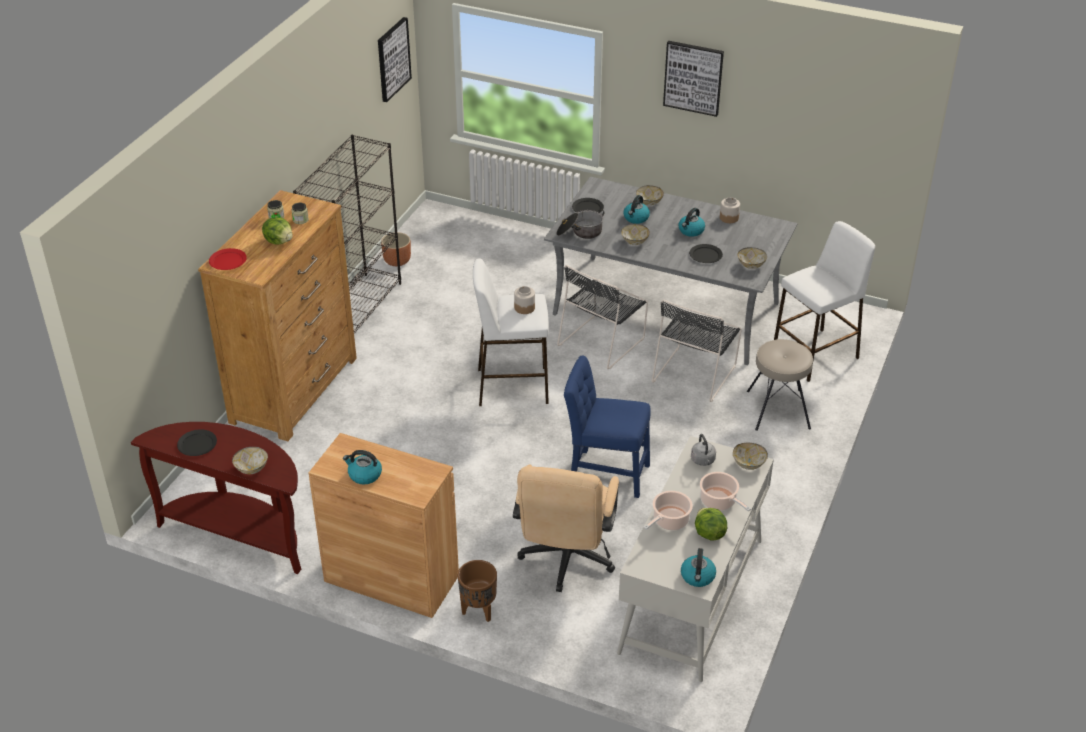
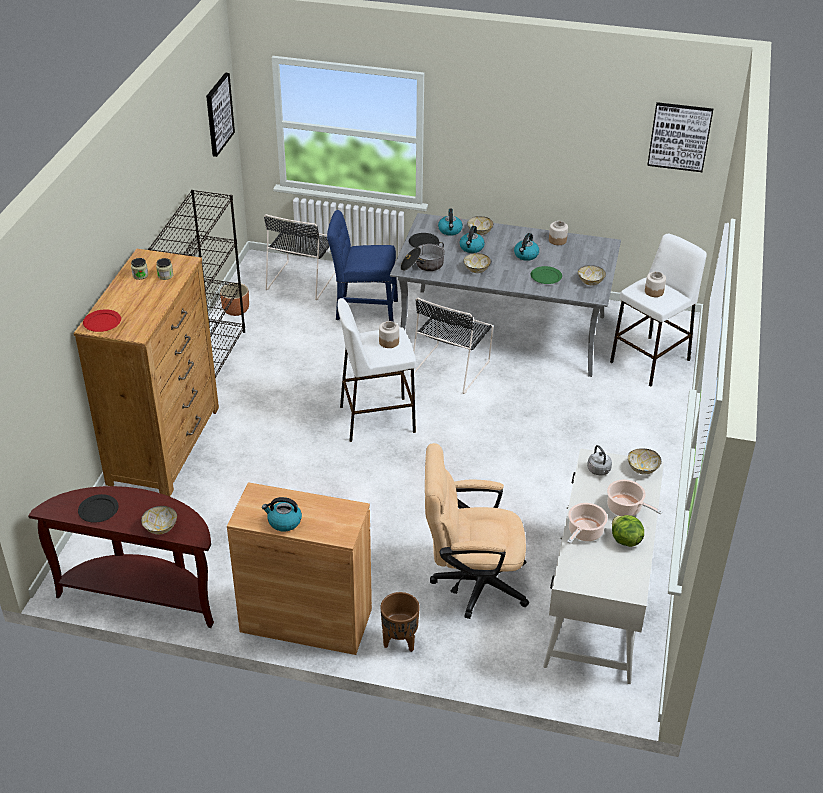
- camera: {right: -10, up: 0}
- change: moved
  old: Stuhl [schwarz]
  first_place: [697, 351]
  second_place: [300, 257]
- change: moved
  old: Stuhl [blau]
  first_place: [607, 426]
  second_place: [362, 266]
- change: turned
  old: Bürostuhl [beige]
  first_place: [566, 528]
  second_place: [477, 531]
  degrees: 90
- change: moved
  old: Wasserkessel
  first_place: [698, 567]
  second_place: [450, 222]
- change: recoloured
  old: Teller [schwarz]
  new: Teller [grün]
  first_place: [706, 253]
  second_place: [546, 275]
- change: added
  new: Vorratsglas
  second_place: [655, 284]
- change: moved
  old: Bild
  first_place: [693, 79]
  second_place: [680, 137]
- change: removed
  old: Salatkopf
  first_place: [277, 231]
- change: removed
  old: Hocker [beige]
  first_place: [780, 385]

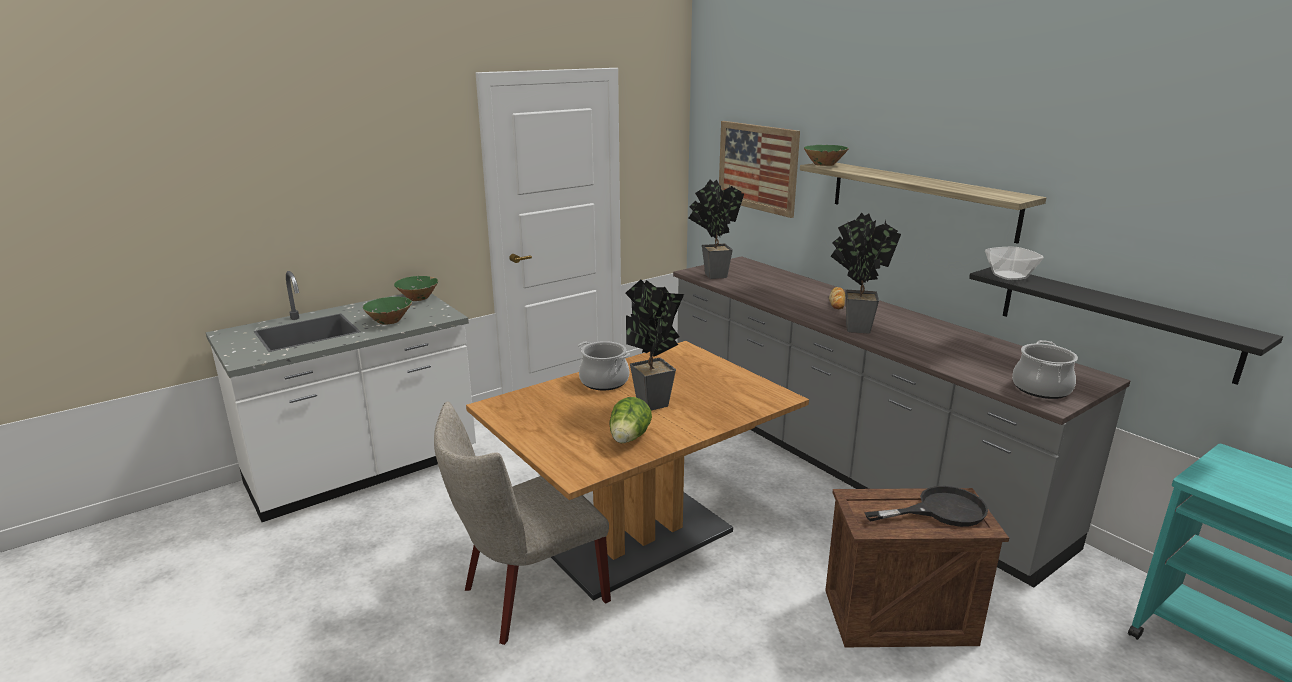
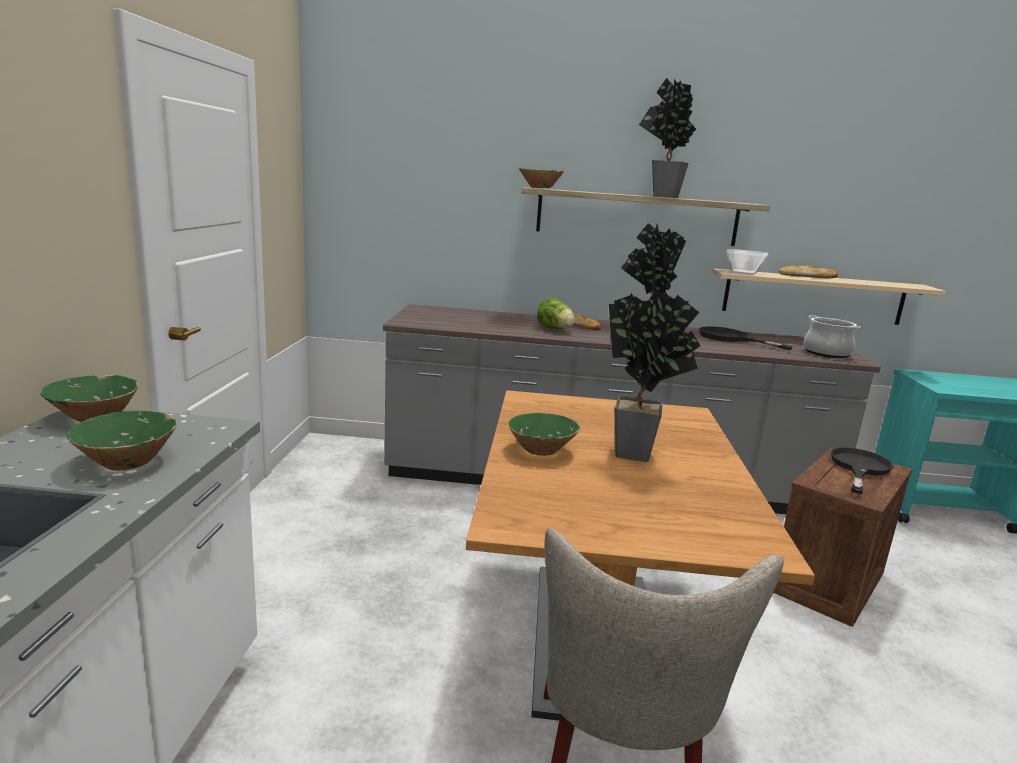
- camera: {right: -50, up: -5}
- change: replaced
  old: Kochtopf
  new: Schüssel [grün]
  first_place: [604, 365]
  second_place: [544, 434]
- change: moved
  old: Salatkopf
  first_place: [630, 420]
  second_place: [556, 313]
- change: moved
  old: Topfpflanze
  first_place: [716, 229]
  second_place: [667, 138]
- change: added
  new: Pfanne [schwarz]
  second_place: [746, 338]
- change: recoloured
  old: Wandregal [schwarz]
  new: Wandregal [beige]
  first_place: [1126, 326]
  second_place: [829, 297]
- change: added
  new: Brot
  second_place: [808, 271]
- change: removed
  old: Bild
  first_place: [759, 169]

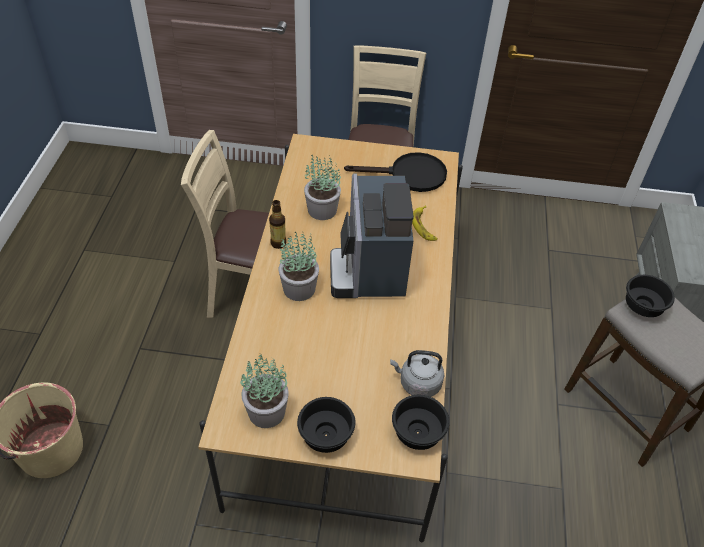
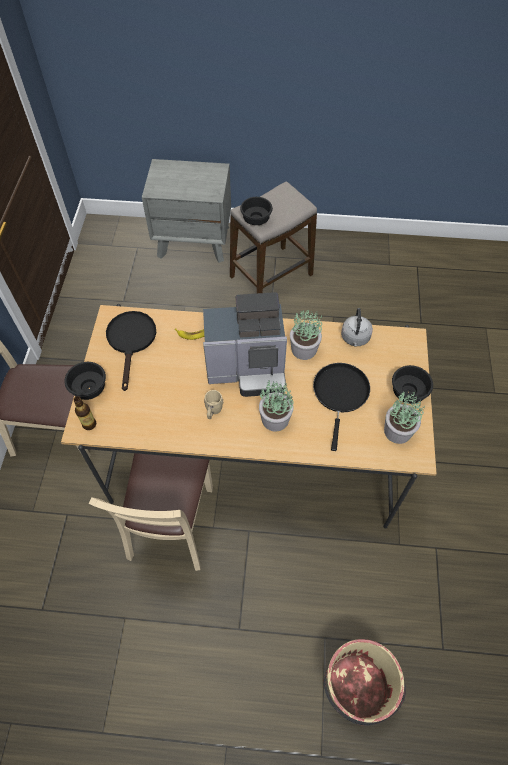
- camera: {right: -90, up: 10}
- change: moved
  old: Schüssel [schwarz]
  first_place: [421, 422]
  second_place: [85, 381]
- change: moved
  old: Flasche
  first_place: [277, 224]
  second_place: [84, 413]
- change: added
  new: Henkelbecher [beige]
  second_place: [213, 404]
- change: moved
  old: Topfpflanze
  first_place: [322, 187]
  second_place: [306, 335]
- change: added
  new: Pfanne [schwarz]
  second_place: [341, 407]

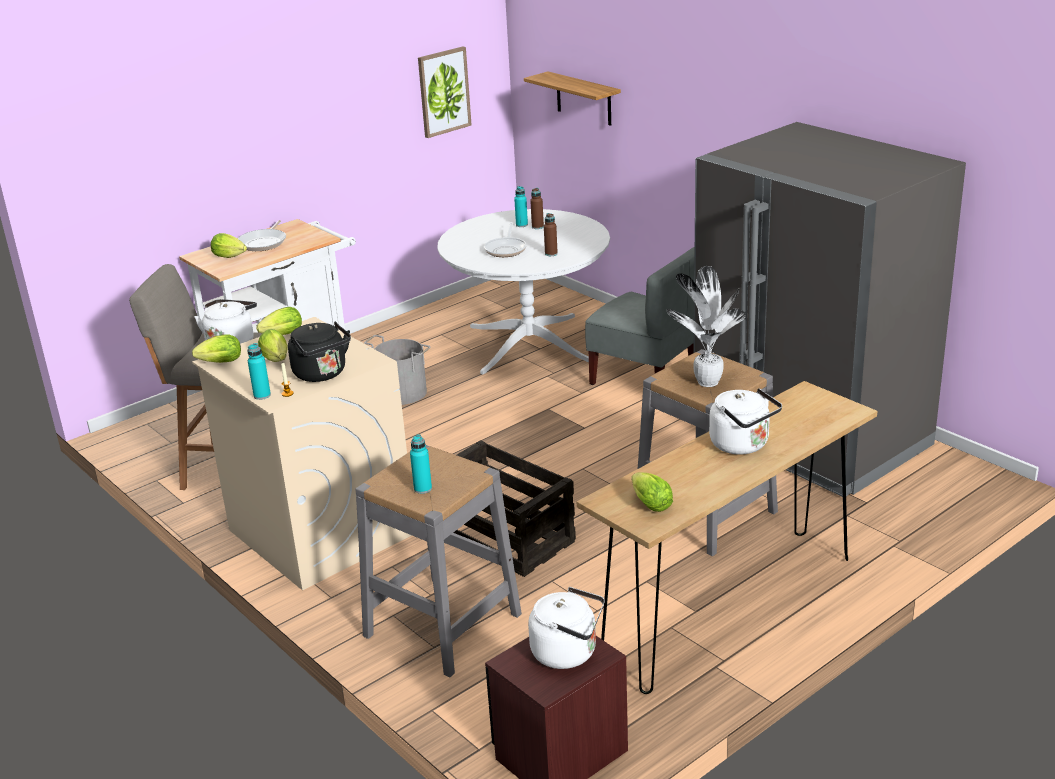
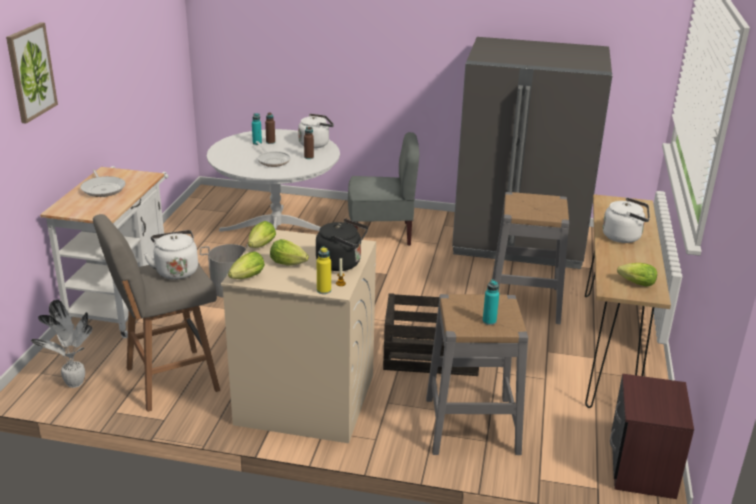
- camera: {right: -40, up: 0}
- change: moved
  old: Bild
  first_place: [445, 92]
  second_place: [32, 73]
- change: moved
  old: Topfpflanze
  first_place: [706, 326]
  second_place: [62, 344]
- change: moved
  old: Wasserkessel [weiß]
  first_place: [566, 628]
  second_place: [316, 131]
- change: recoloured
  old: Flasche [türkis]
  new: Flasche [gelb]
  first_place: [259, 371]
  second_place: [324, 270]
- change: removed
  old: Salatkopf
  first_place: [229, 245]
- change: removed
  old: Wandregal
  first_place: [572, 98]

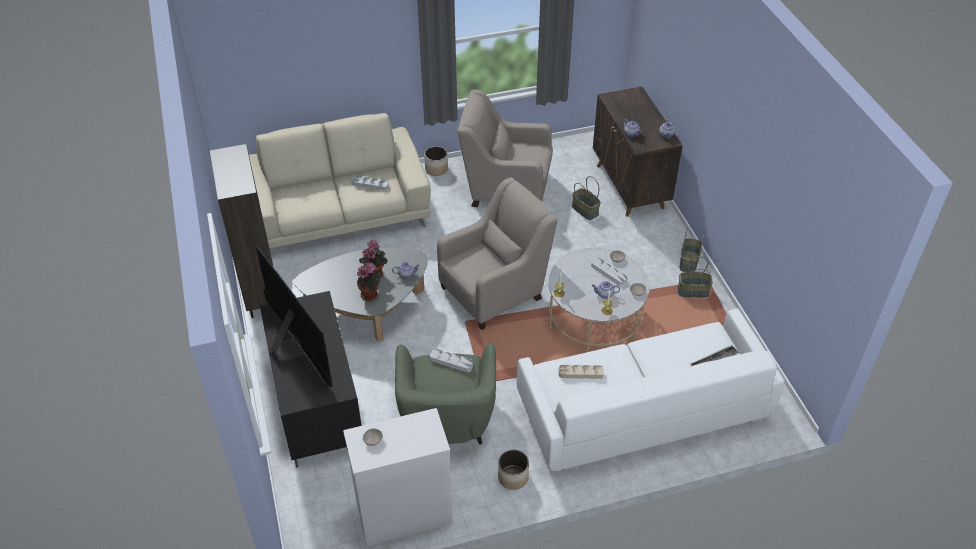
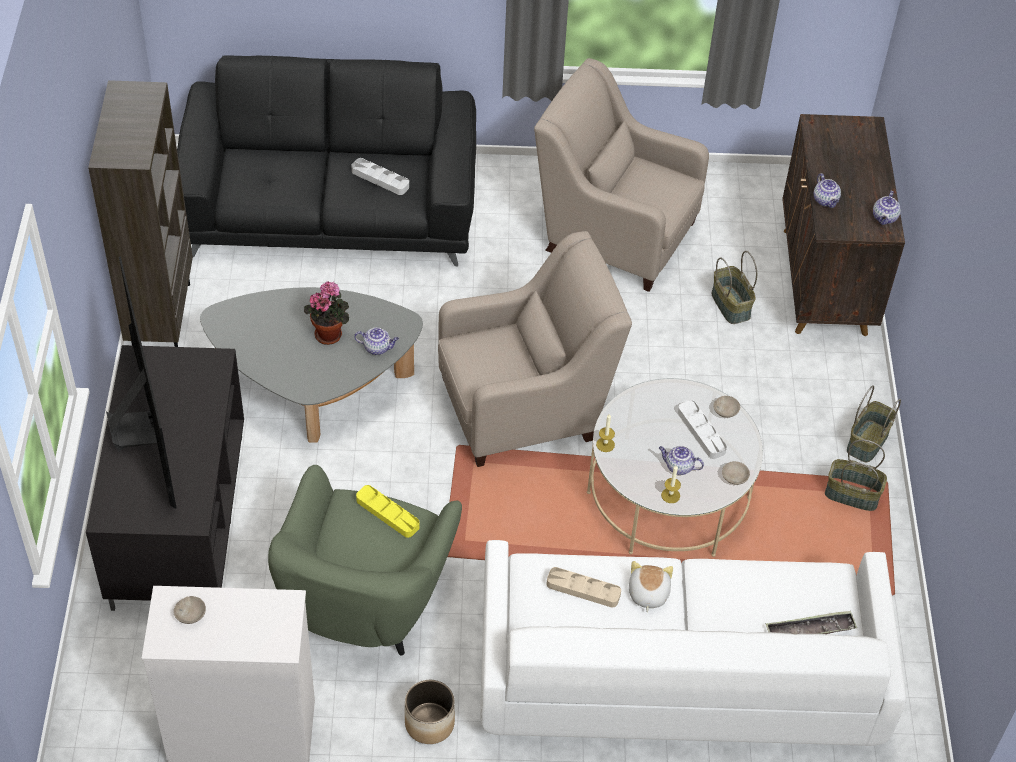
- camera: {right: 15, up: 5}
- change: recoloured
  old: Sofa [beige]
  new: Sofa [schwarz]
  first_place: [340, 182]
  second_place: [326, 161]
- change: recoloured
  old: Tablett [grau]
  new: Tablett [gelb]
  first_place: [451, 360]
  second_place: [387, 511]
- change: added
  new: Plüschtier
  second_place: [651, 586]
- change: removed
  old: Topfpflanze
  first_place: [369, 281]
- change: removed
  old: Pflanzkübel
  first_place: [436, 161]

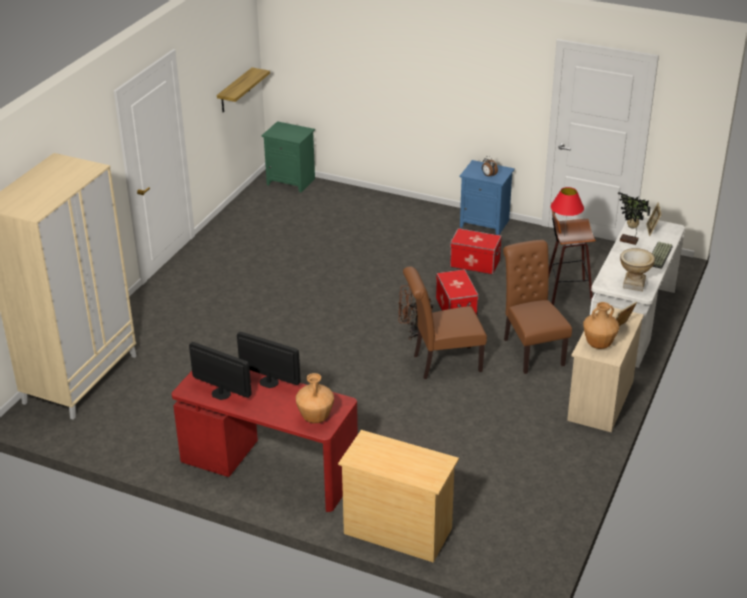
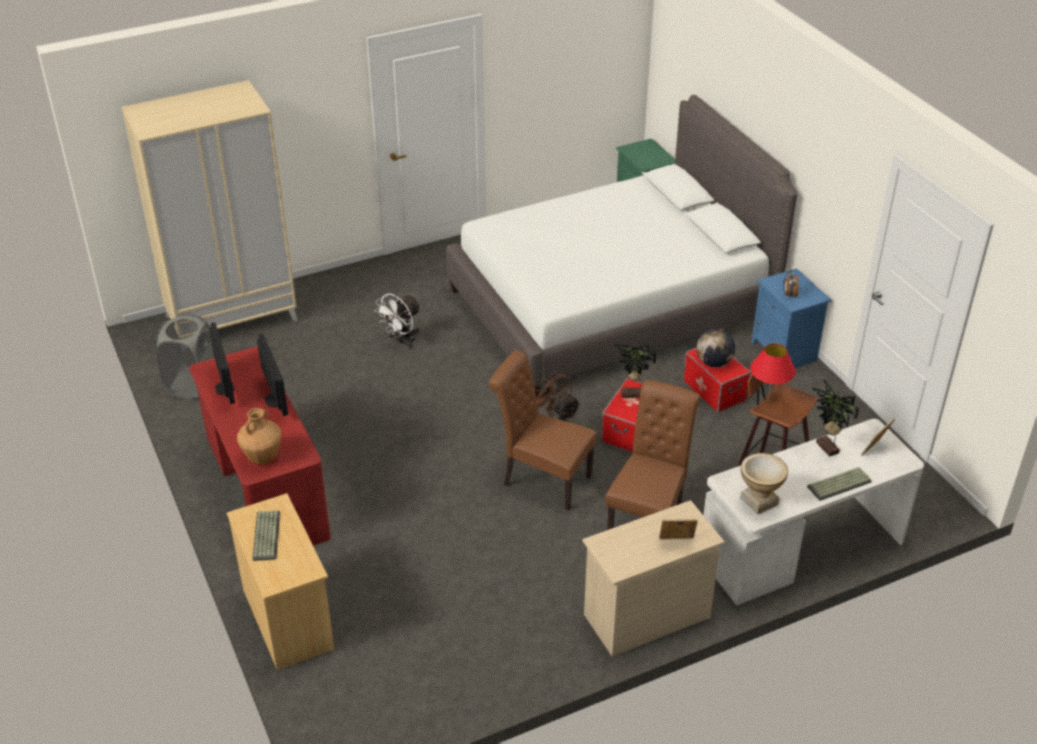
- camera: {right: 40, up: 5}
- change: added
  new: Wäschekorb [grau]
  second_place: [185, 356]
- change: added
  new: Tastatur
  second_place: [266, 535]
- change: added
  new: Ventilator [weiß]
  second_place: [397, 321]
- change: added
  new: Bett [weiß]
  second_place: [621, 245]
- change: added
  new: Topfpflanze
  second_place: [635, 370]
- change: added
  new: Globus
  second_place: [715, 348]
- change: removed
  old: Wandregal
  first_place: [243, 89]
- change: removed
  old: Vase [braun]
  first_place: [601, 325]

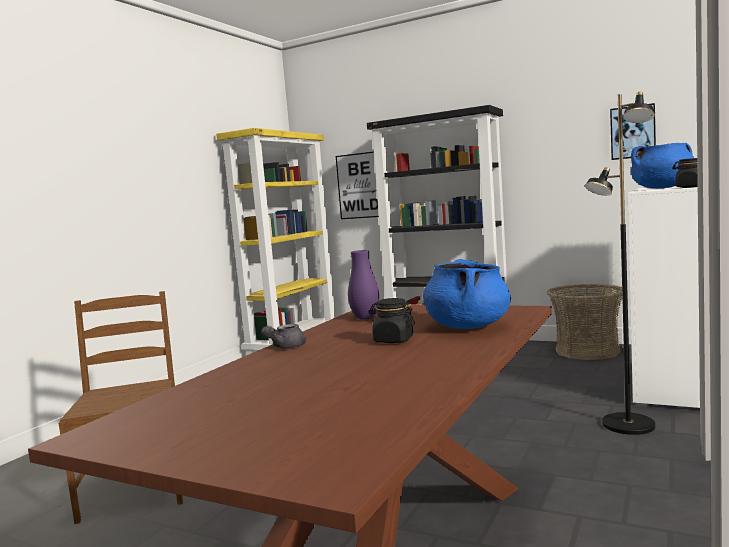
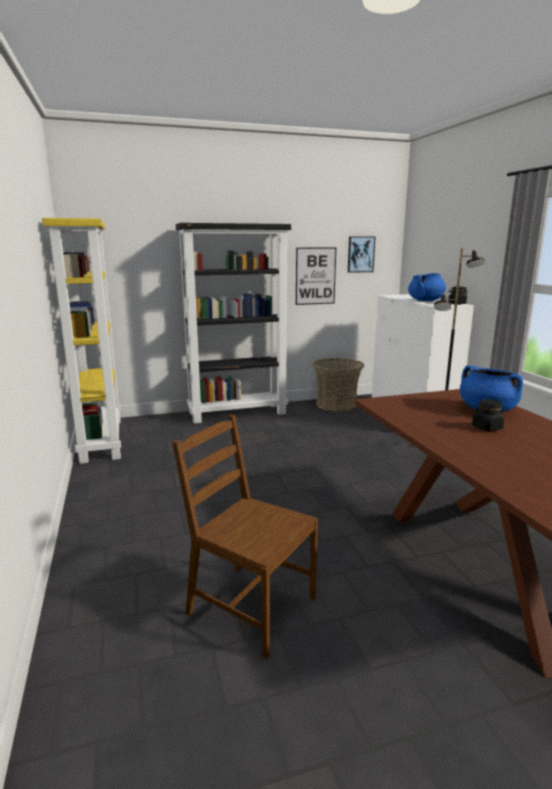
- camera: {right: -45, up: 10}
- change: moved
  old: Bild
  first_place: [357, 185]
  second_place: [316, 276]
- change: removed
  old: Teekanne [grau]
  first_place: [283, 336]
- change: removed
  old: Vase [lila]
  first_place: [363, 285]

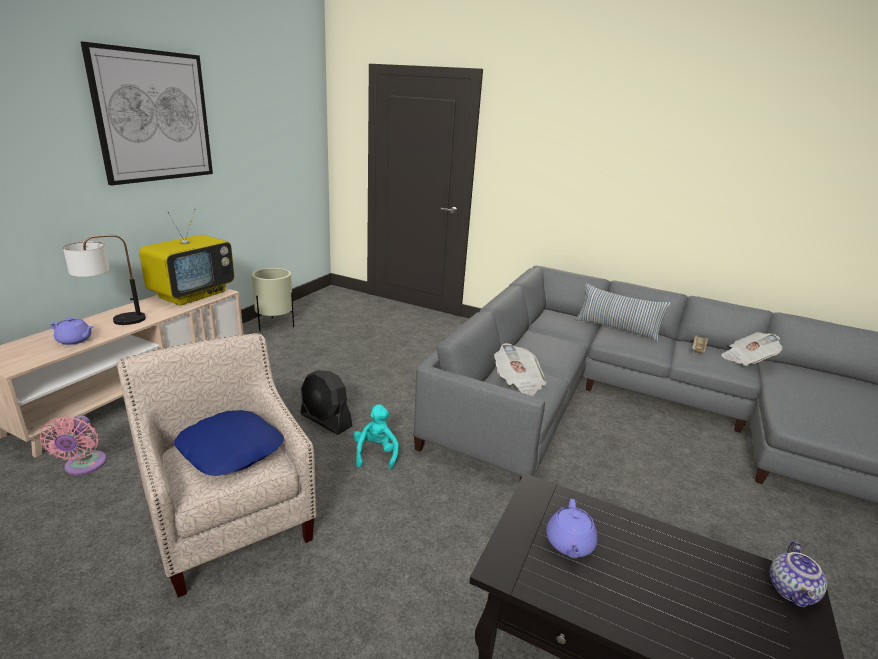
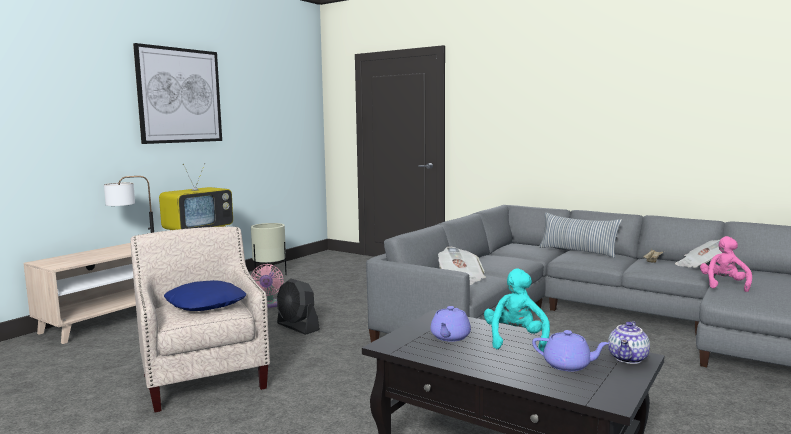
- camera: {right: 10, up: -15}
- change: moved
  old: Ventilator [rosa]
  first_place: [73, 445]
  second_place: [267, 286]
- change: moved
  old: Plüschtier [türkis]
  first_place: [376, 437]
  second_place: [517, 310]
- change: moved
  old: Teekanne [lila]
  first_place: [72, 331]
  second_place: [571, 351]
- change: added
  new: Plüschtier [rosa]
  second_place: [726, 264]

